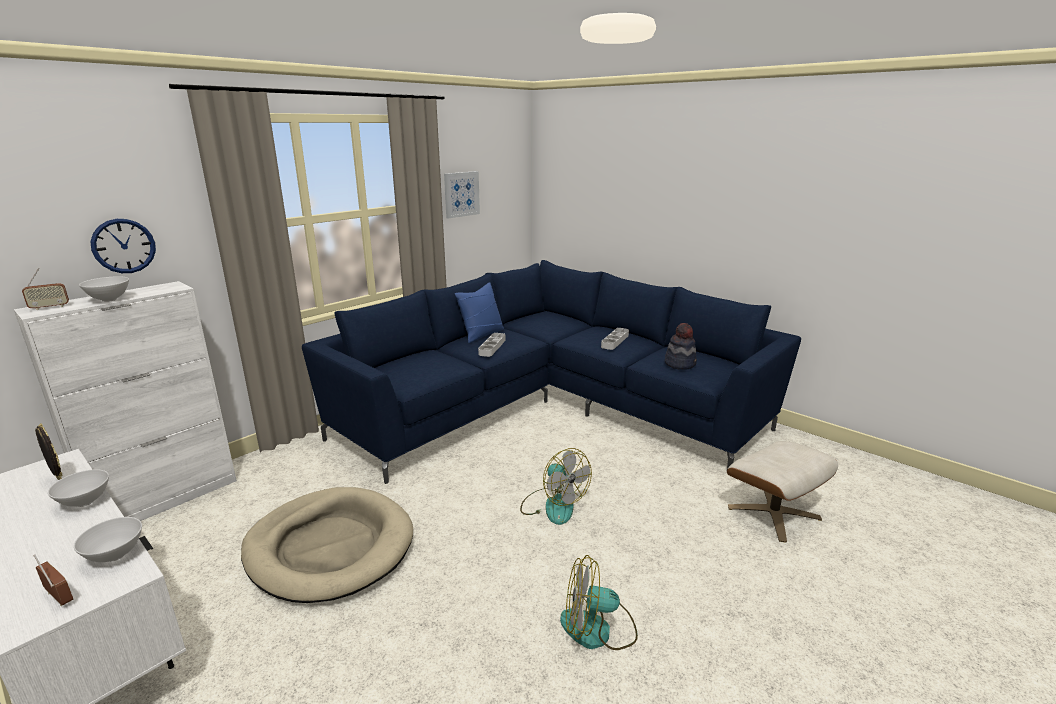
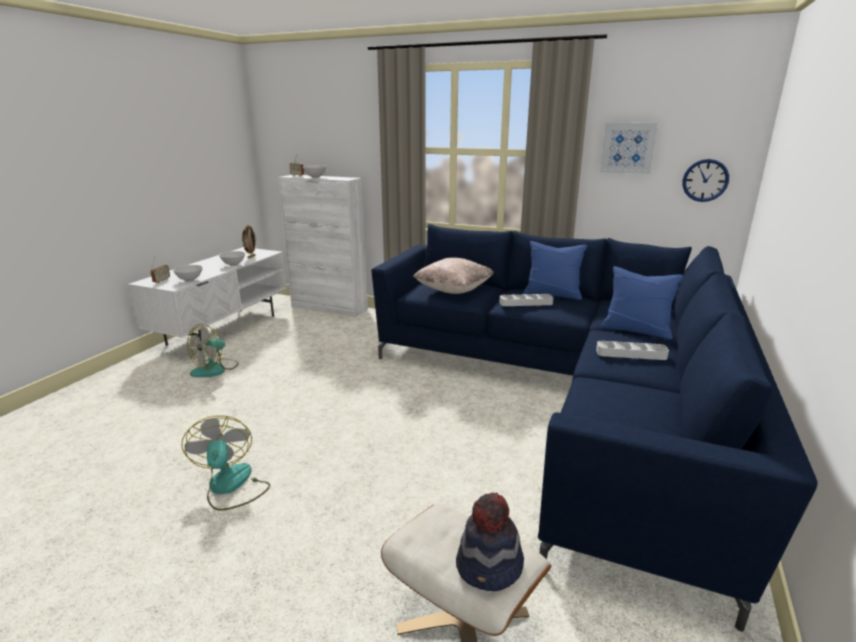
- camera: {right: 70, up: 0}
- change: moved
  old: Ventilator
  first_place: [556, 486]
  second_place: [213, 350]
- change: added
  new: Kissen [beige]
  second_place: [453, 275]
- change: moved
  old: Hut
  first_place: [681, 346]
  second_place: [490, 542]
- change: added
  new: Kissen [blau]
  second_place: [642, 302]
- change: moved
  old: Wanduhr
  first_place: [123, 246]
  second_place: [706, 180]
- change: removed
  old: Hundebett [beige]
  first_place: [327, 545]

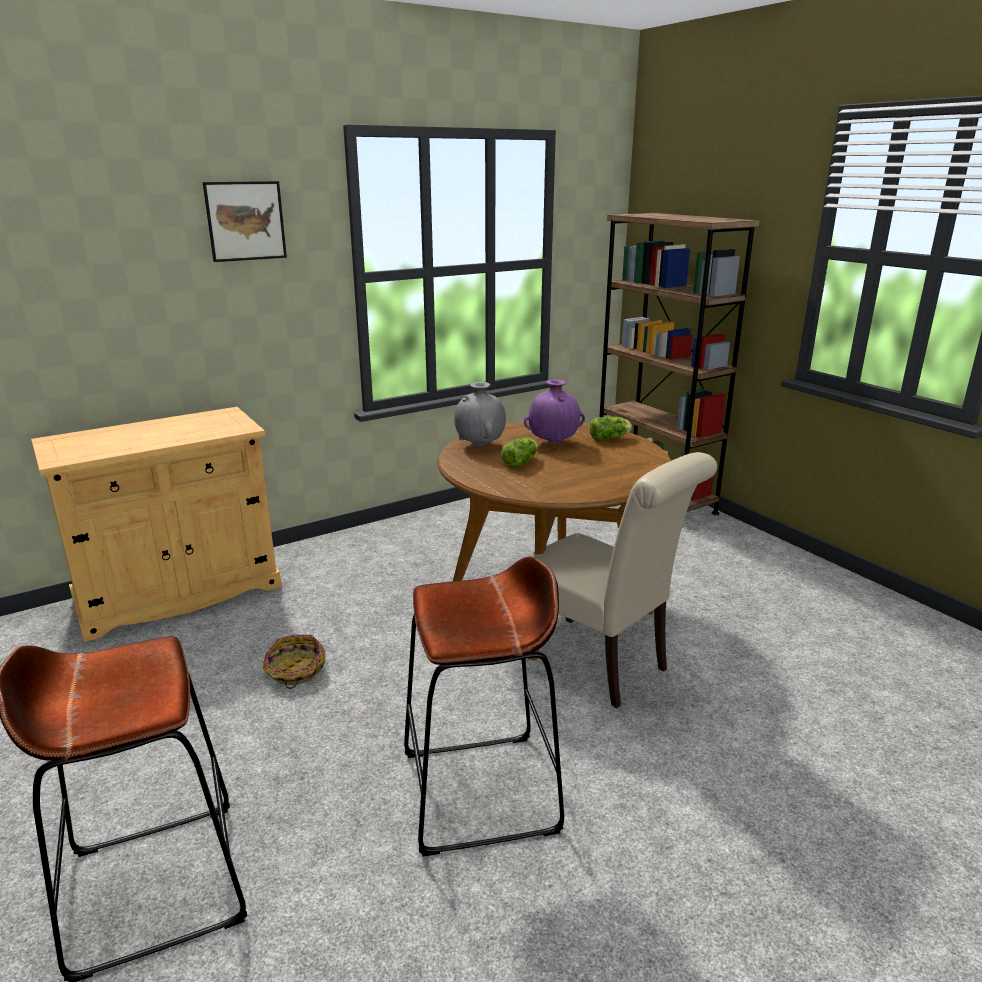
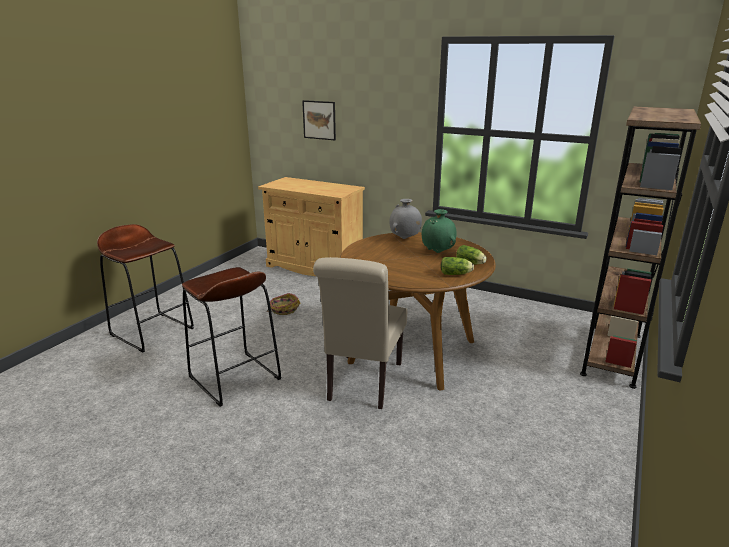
- camera: {right: 60, up: 0}
- change: moved
  old: Bild
  first_place: [245, 221]
  second_place: [319, 120]
- change: recoloured
  old: Vase [lila]
  new: Vase [grün]
  first_place: [554, 411]
  second_place: [439, 231]
- change: moved
  old: Salatkopf
  first_place: [519, 453]
  second_place: [457, 266]

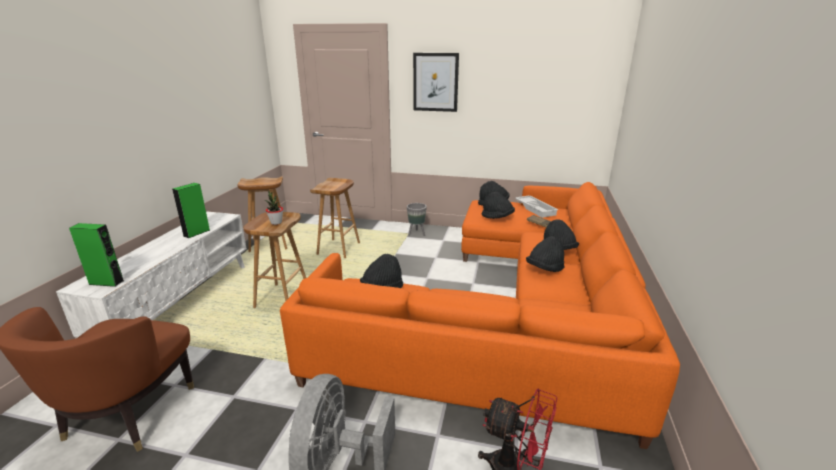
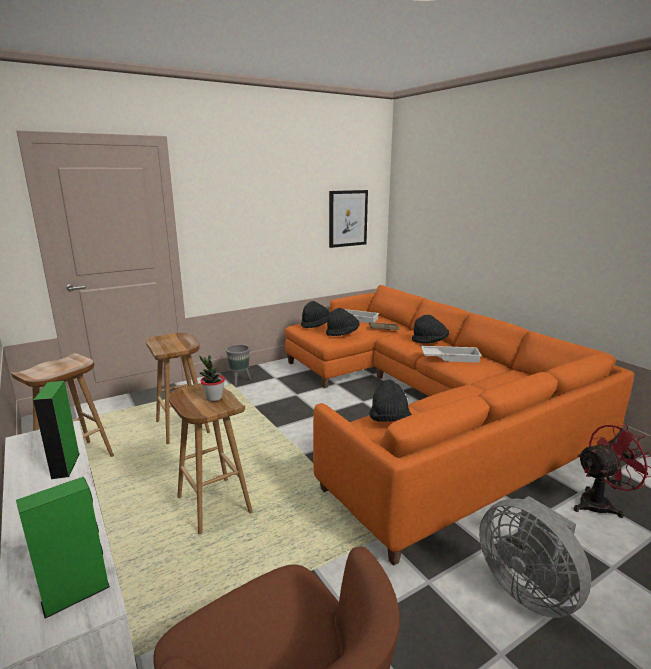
- camera: {right: -45, up: -5}
- change: moved
  old: Bild
  first_place: [436, 82]
  second_place: [348, 219]
- change: replaced
  old: Hut [schwarz]
  new: Tablett [weiß]
  first_place: [545, 254]
  second_place: [451, 354]

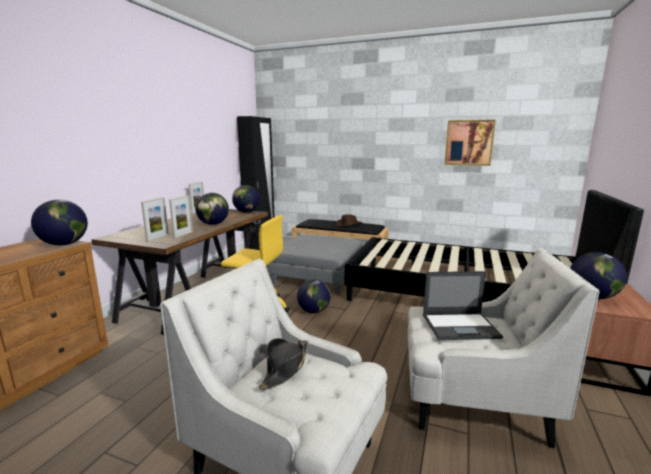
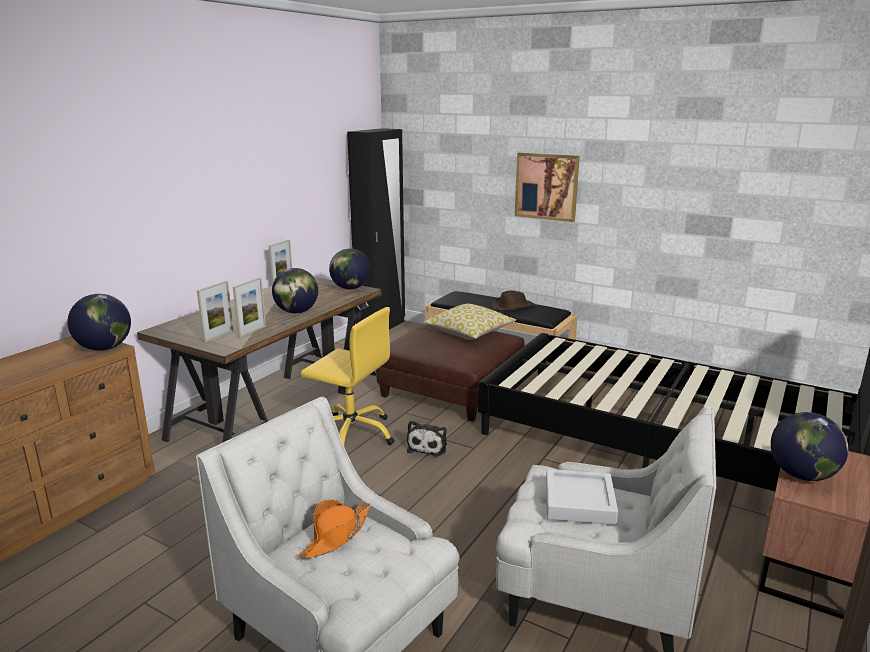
- camera: {right: 10, up: 5}
- change: recoloured
  old: Hut [schwarz]
  new: Hut [orange]
  first_place: [283, 364]
  second_place: [334, 529]
- change: recoloured
  old: Polsterhocker [grau]
  new: Polsterhocker [braun]
  first_place: [315, 264]
  second_place: [450, 373]
- change: replaced
  old: Globus
  new: Plüschtier
  first_place: [313, 296]
  second_place: [427, 438]
- change: added
  new: Kissen
  second_place: [469, 322]
- change: moved
  old: Bild
  first_place: [470, 143]
  second_place: [547, 187]
- change: replaced
  old: Laptop
  new: Tablett [grau]
  first_place: [463, 305]
  second_place: [582, 497]

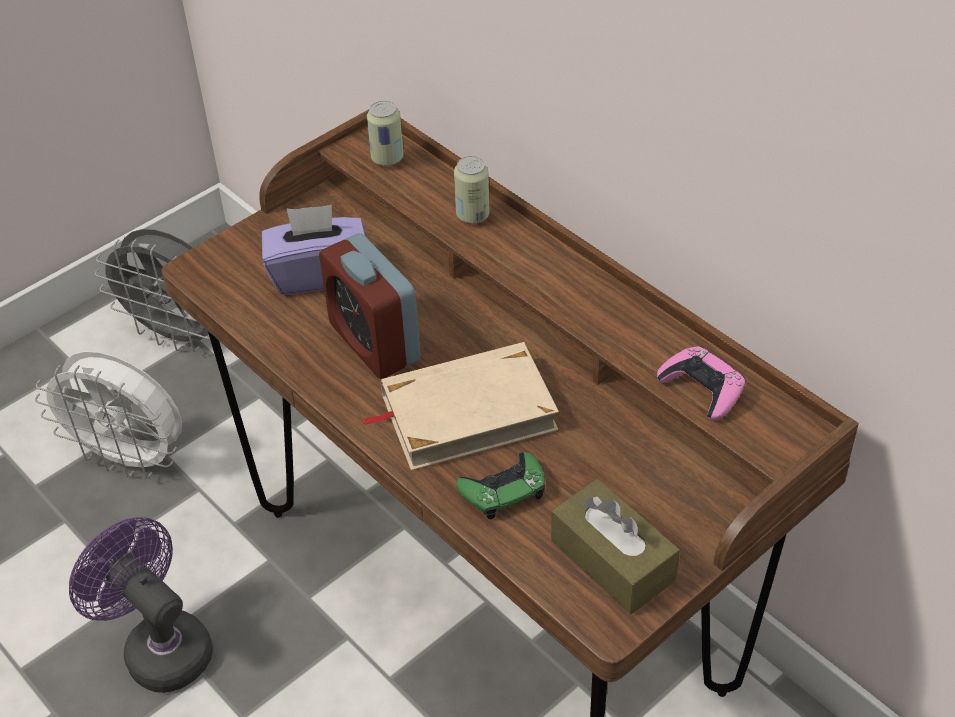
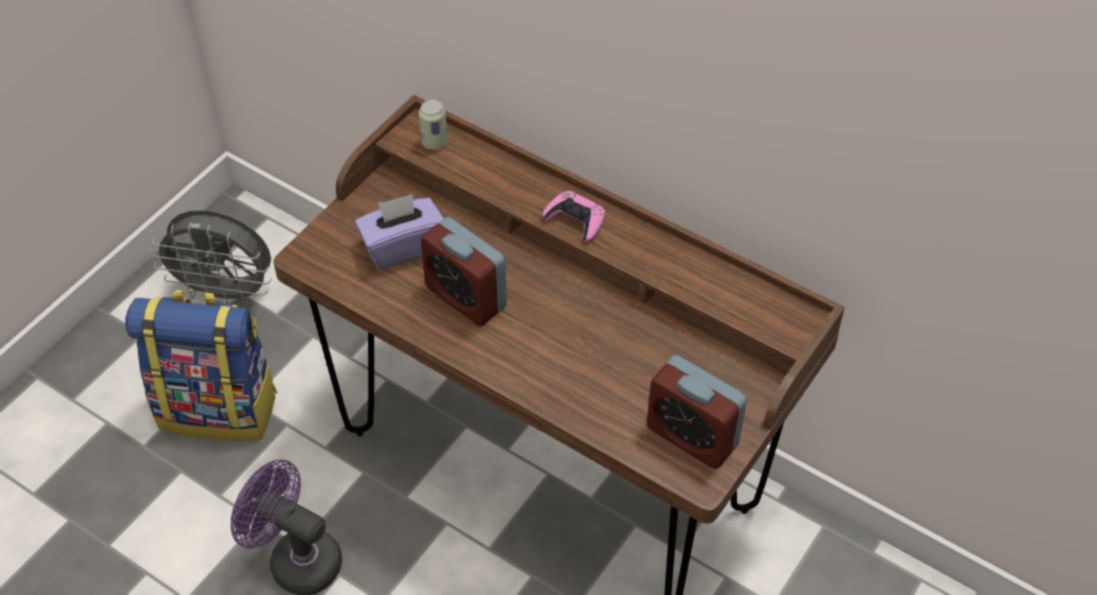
- camera: {right: -15, up: 5}
- change: replaced
  old: Ventilator [weiß]
  new: Rucksack
  first_place: [108, 414]
  second_place: [201, 365]
- change: moved
  old: Gamepad [rosa]
  first_place: [701, 383]
  second_place: [574, 216]
- change: replaced
  old: Taschentuchbox [braun]
  new: Wecker
  first_place: [615, 546]
  second_place: [697, 412]
- change: removed
  old: Buch [beige]
  first_place: [461, 406]
- change: removed
  old: Dose
  first_place: [472, 190]
- change: removed
  old: Gamepad [grün]
  first_place: [500, 485]

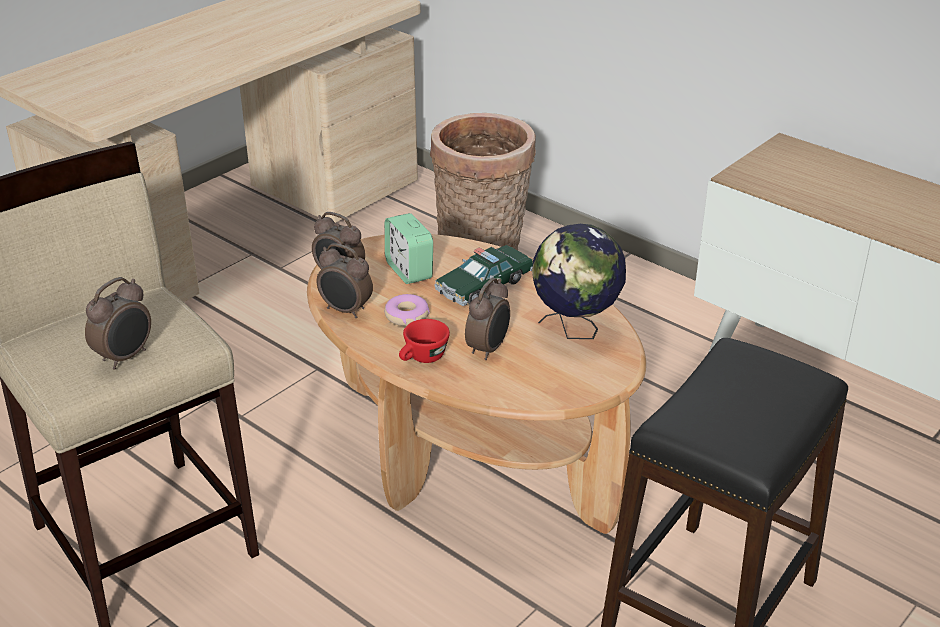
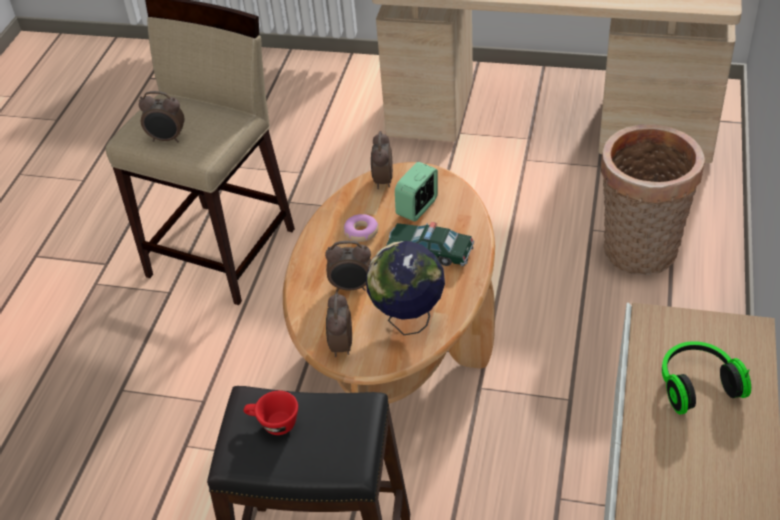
- camera: {right: 65, up: 10}
- change: moved
  old: Tasse [rot]
  first_place: [424, 341]
  second_place: [271, 413]
- change: moved
  old: Wecker
  first_place: [345, 280]
  second_place: [339, 324]
- change: added
  new: Kopfhörer
  second_place: [706, 378]

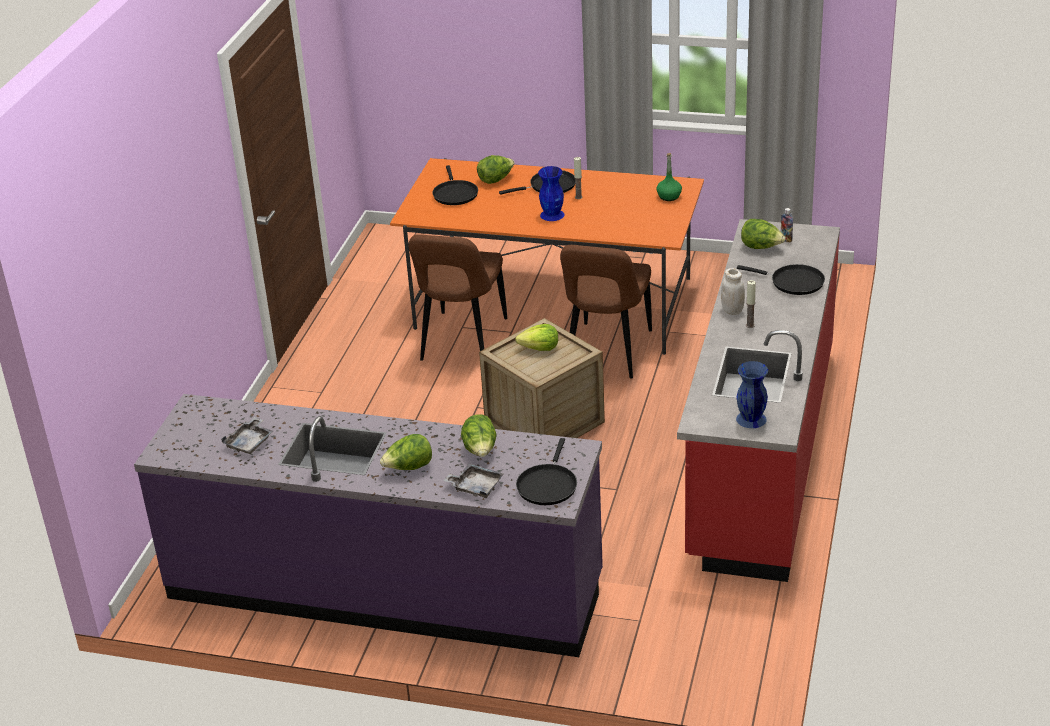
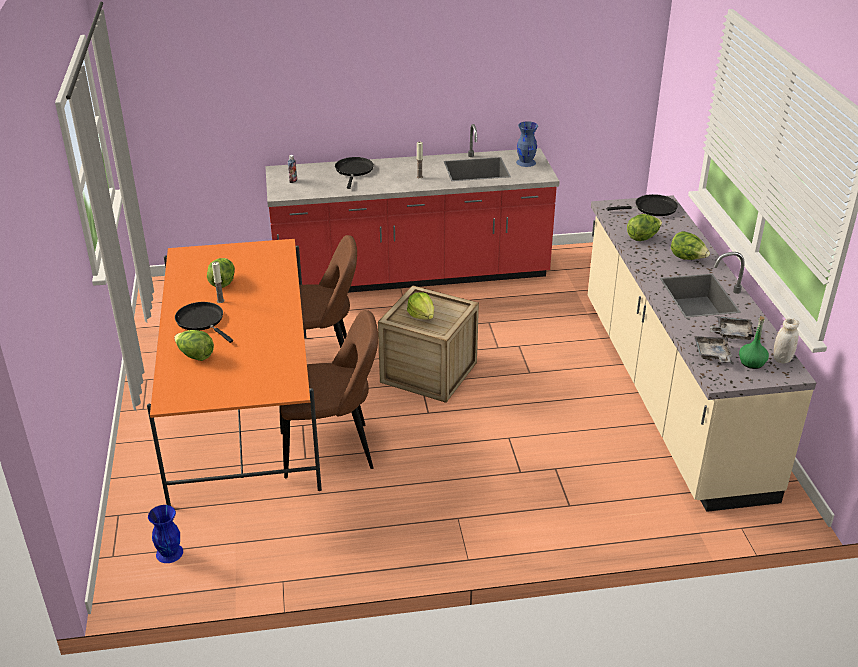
- camera: {right: -115, up: 0}
- change: moved
  old: Vase [blau]
  first_place: [551, 193]
  second_place: [165, 534]
- change: moved
  old: Salatkopf
  first_place: [763, 234]
  second_place: [221, 273]
- change: recoloured
  old: Küchenzeile [lila]
  new: Küchenzeile [beige]
  first_place: [368, 525]
  second_place: [702, 353]
- change: moved
  old: Tablett [grau]
  first_place: [473, 480]
  second_place: [713, 349]
- change: moved
  old: Flasche [grün]
  first_place: [669, 177]
  second_place: [754, 342]
- change: moved
  old: Vorratsglas [weiß]
  first_place: [733, 291]
  second_place: [786, 340]
- change: removed
  old: Pfanne [schwarz]
  first_place: [455, 185]

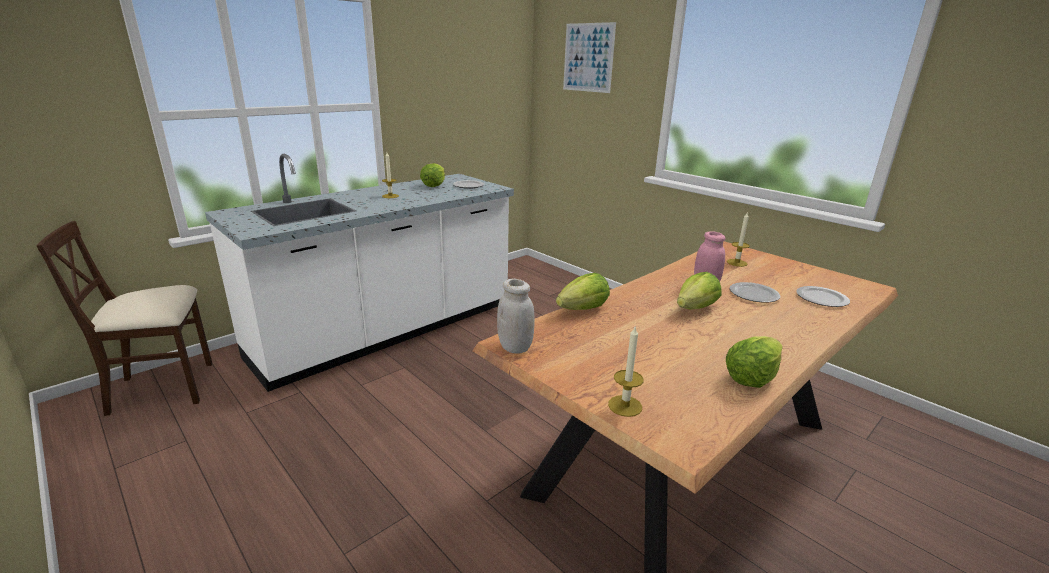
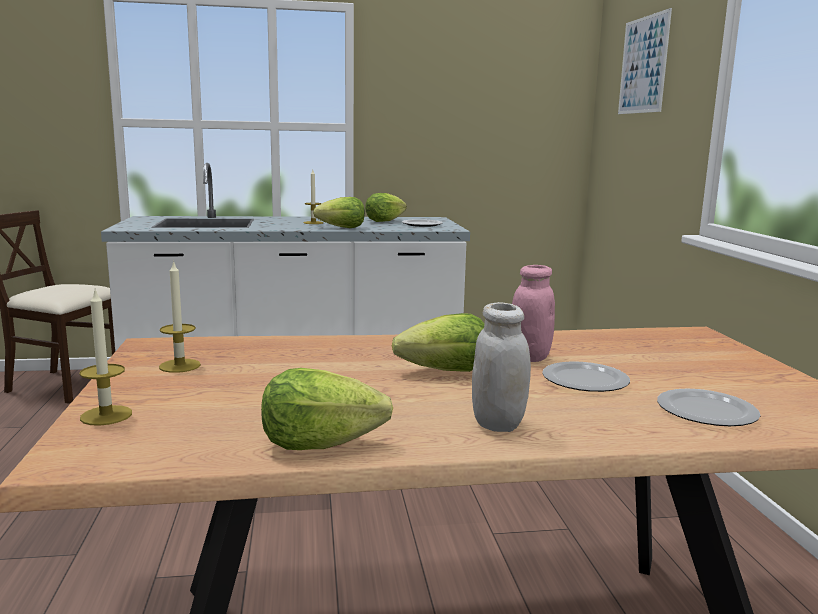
- camera: {right: 35, up: -10}
- change: moved
  old: Kerze
  first_place: [738, 239]
  second_place: [180, 316]
- change: moved
  old: Salatkopf
  first_place: [583, 291]
  second_place: [339, 212]
- change: moved
  old: Vorratsglas [weiß]
  first_place: [516, 316]
  second_place: [501, 367]

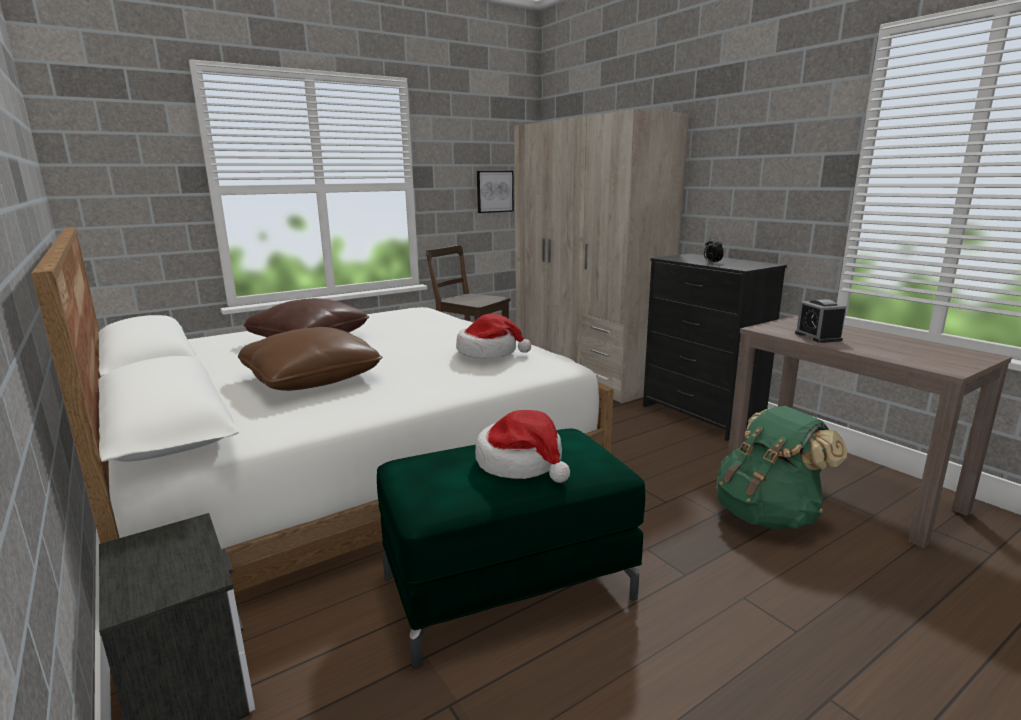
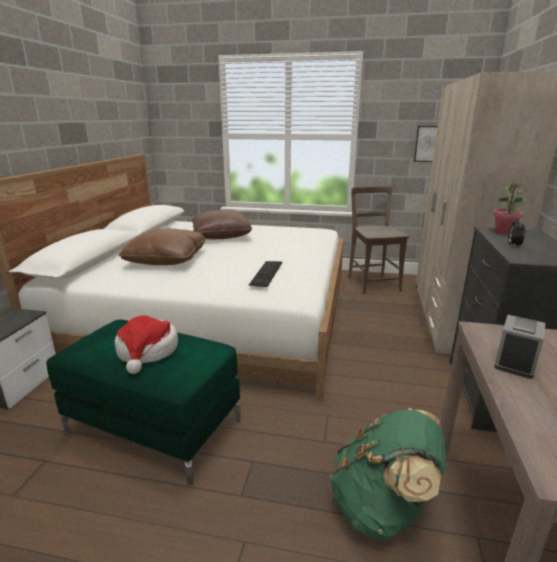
- camera: {right: 45, up: 5}
- change: replaced
  old: Hut
  new: Tastatur
  first_place: [493, 336]
  second_place: [265, 274]
- change: added
  new: Topfpflanze
  second_place: [509, 208]

